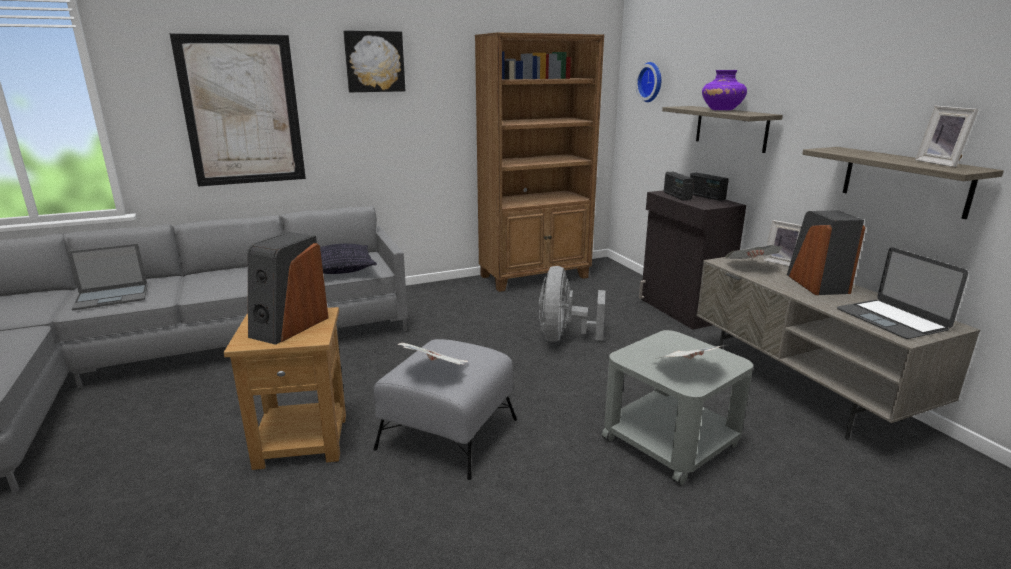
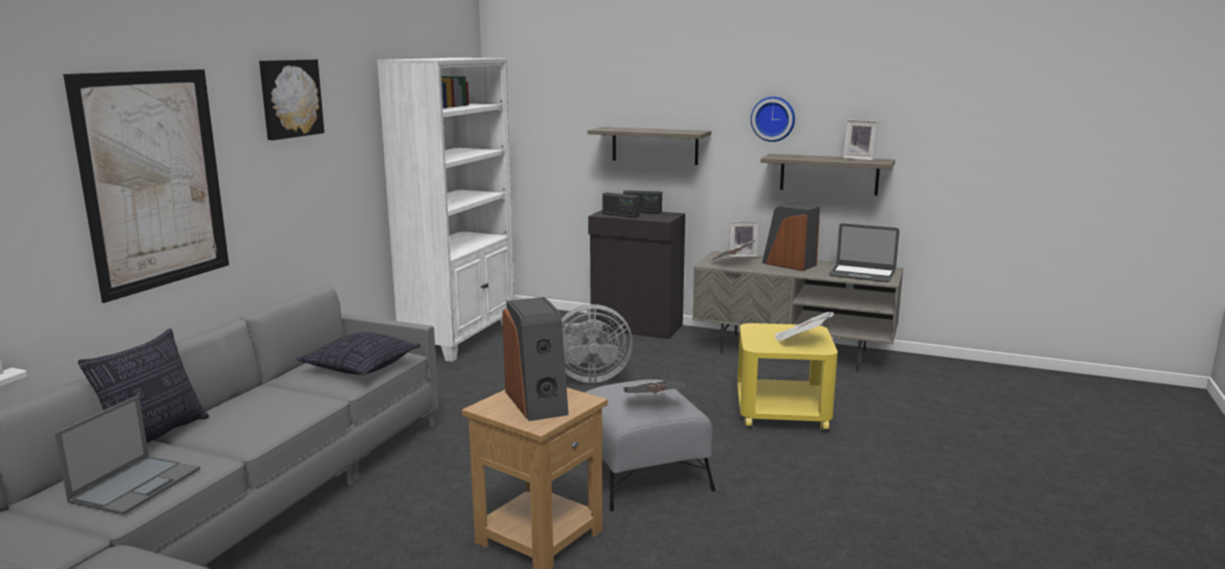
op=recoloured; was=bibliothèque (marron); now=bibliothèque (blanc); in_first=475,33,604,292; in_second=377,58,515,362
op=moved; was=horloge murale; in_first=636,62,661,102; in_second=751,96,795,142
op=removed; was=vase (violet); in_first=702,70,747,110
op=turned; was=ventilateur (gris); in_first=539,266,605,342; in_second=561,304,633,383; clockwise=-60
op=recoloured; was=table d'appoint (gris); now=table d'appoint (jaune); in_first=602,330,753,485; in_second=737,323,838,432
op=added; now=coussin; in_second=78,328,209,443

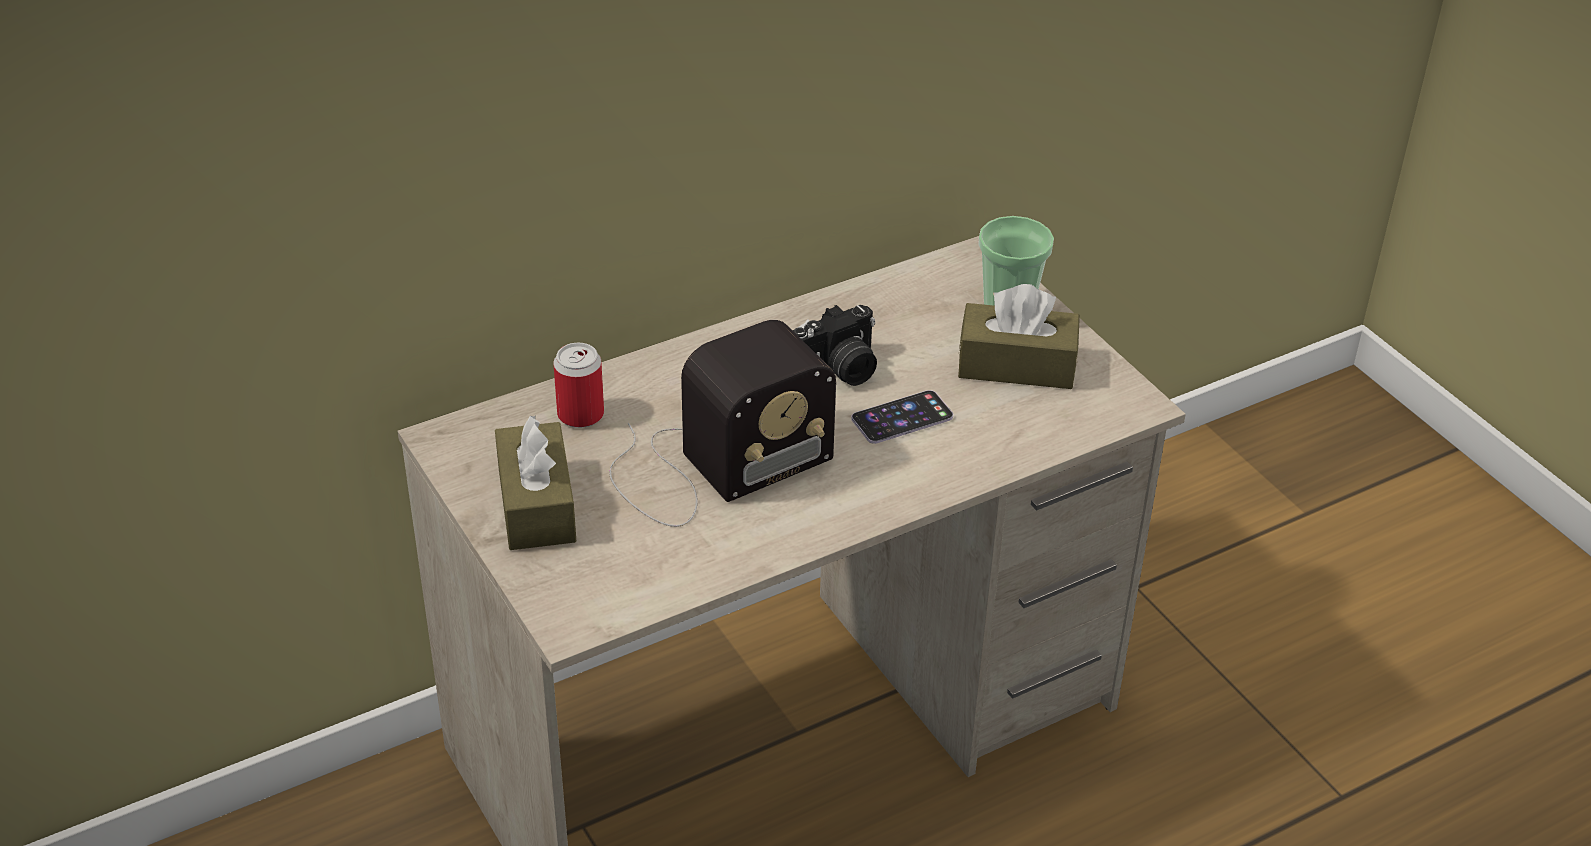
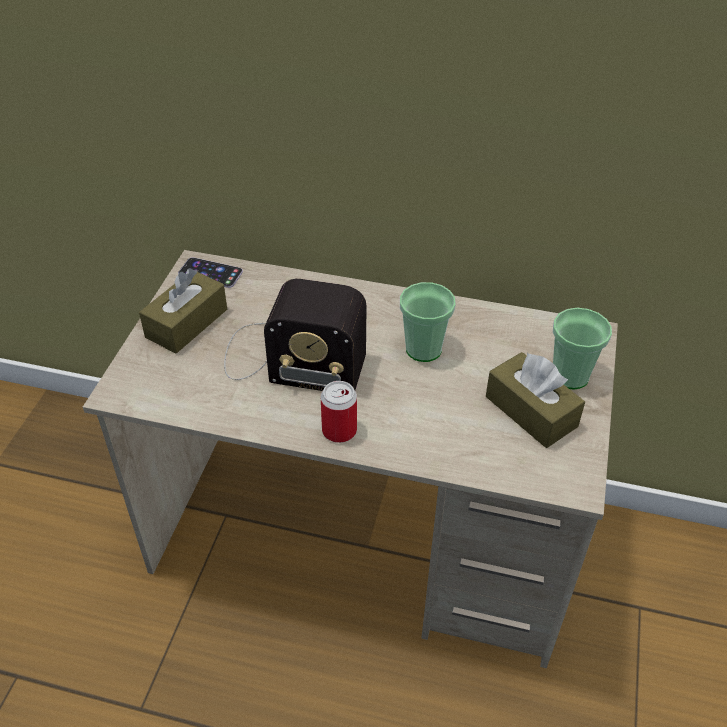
op=replaced; was=appareil photo; now=tasse; in_first=793,305,877,386; in_second=400,282,456,362
op=moved; was=boîte métallique; in_first=554,343,604,428; in_second=321,381,357,443
op=moved; was=téléphone; in_first=851,390,953,444; in_second=178,257,243,288

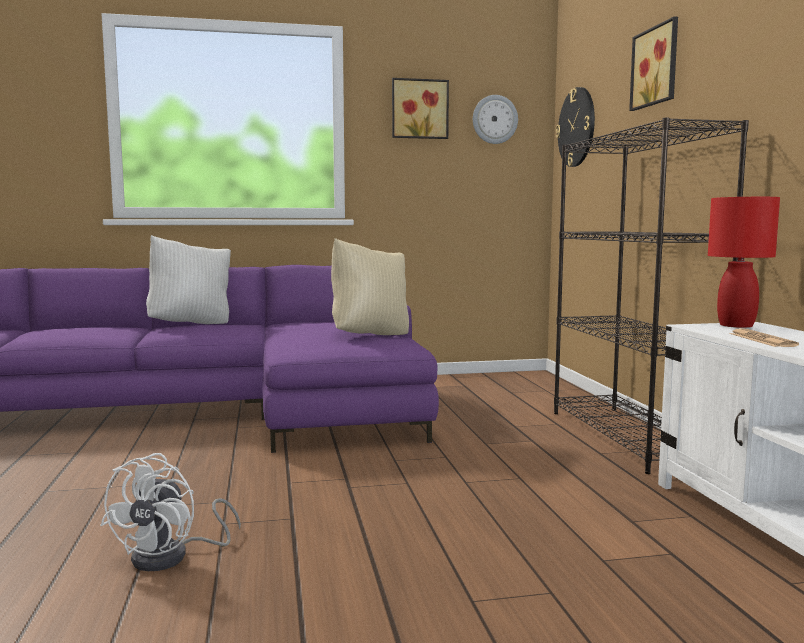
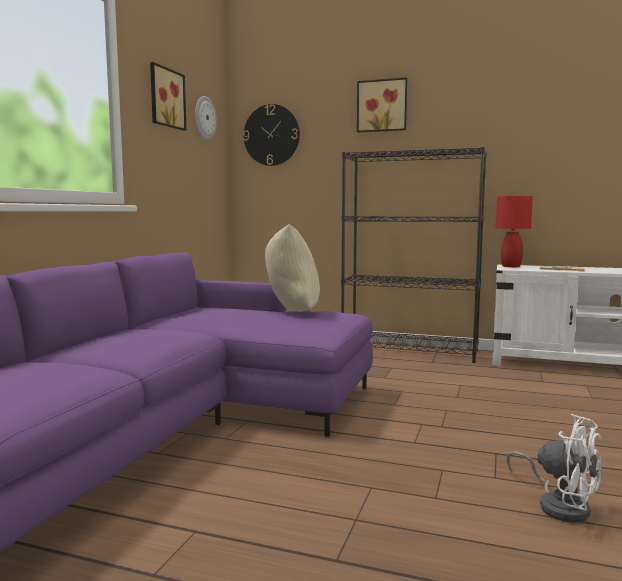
op=removed; was=coussin (blanc); in_first=146,235,231,324

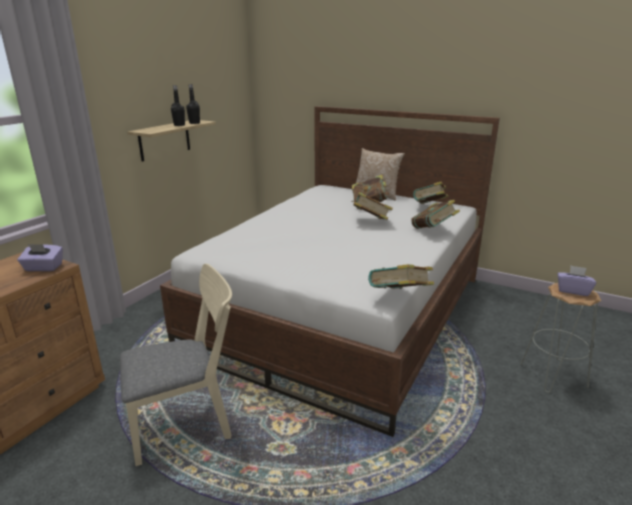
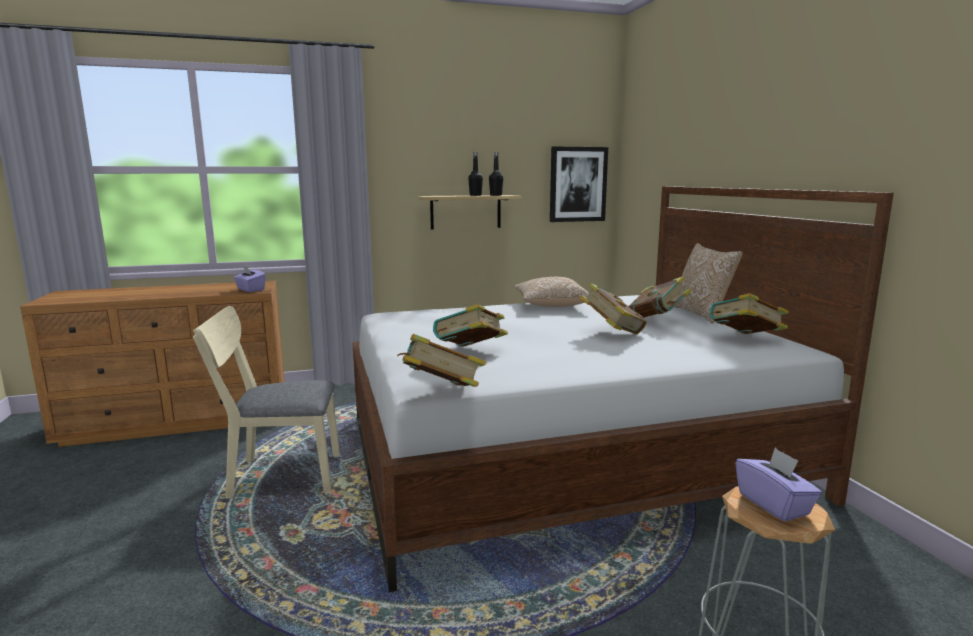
op=moved; was=livre; in_first=411,200,460,229; in_second=433,304,508,347
op=turned; was=chaise (beige); in_first=120,264,232,466; in_second=193,306,340,499; clockwise=150
op=added; now=tableau; in_second=550,146,608,222
op=added; now=coussin; in_second=514,277,590,307

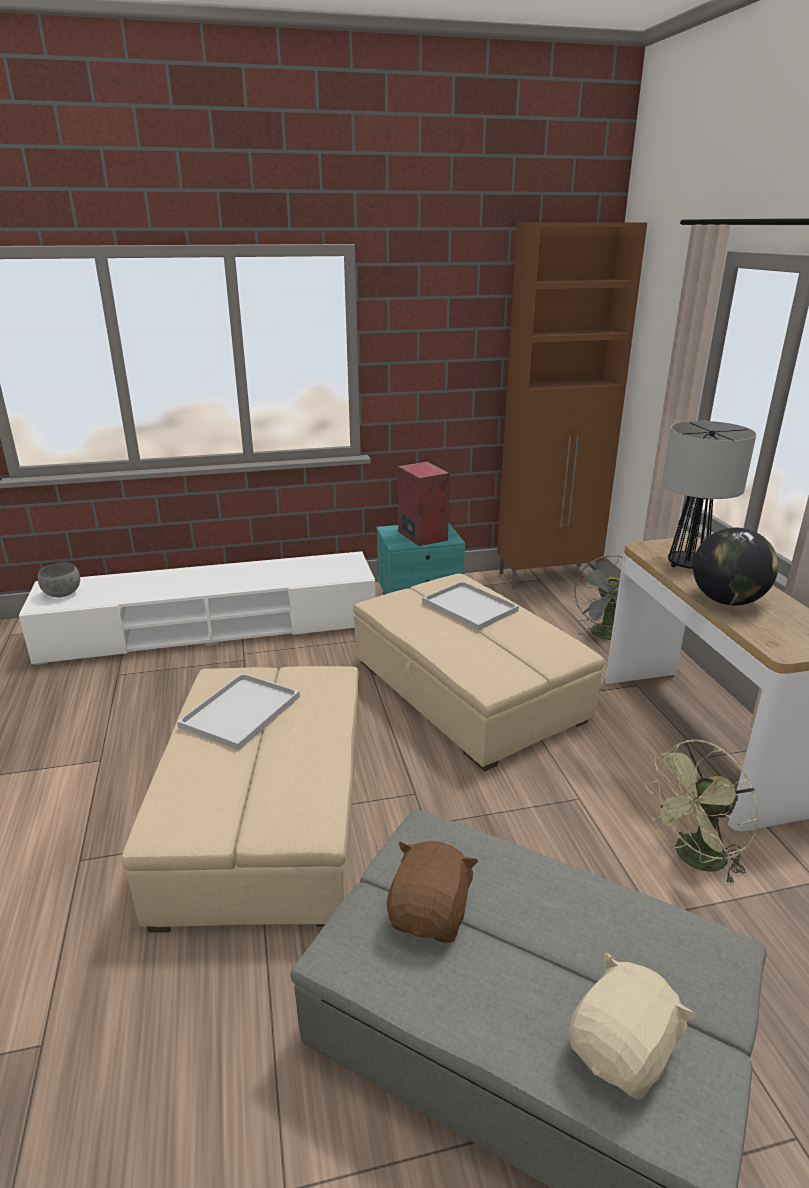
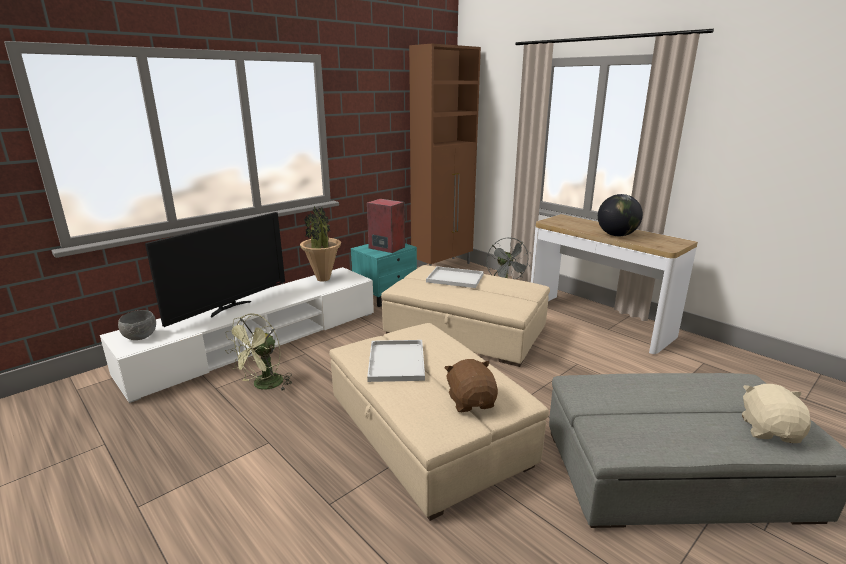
op=removed; was=lampe de table; in_first=662,421,757,569
op=moved; was=ventilateur (vert); in_first=645,739,758,885; in_second=225,313,292,390
op=moved; was=peluche (marron); in_first=387,841,478,943; in_second=444,359,498,412
op=added; now=plante en pot; in_second=300,206,341,282
op=added; now=téléviseur; in_second=145,212,285,327

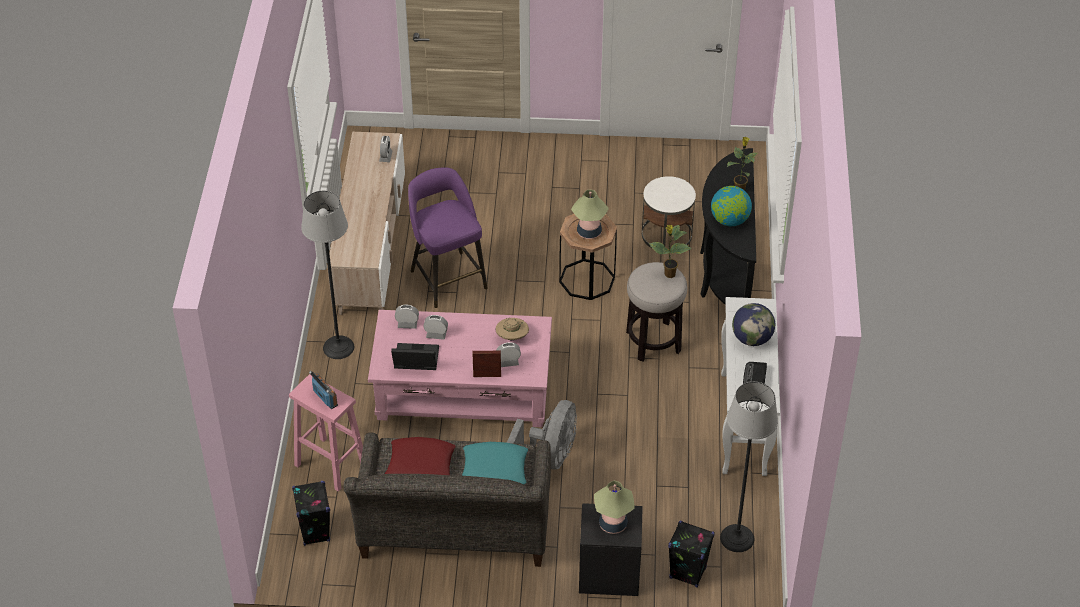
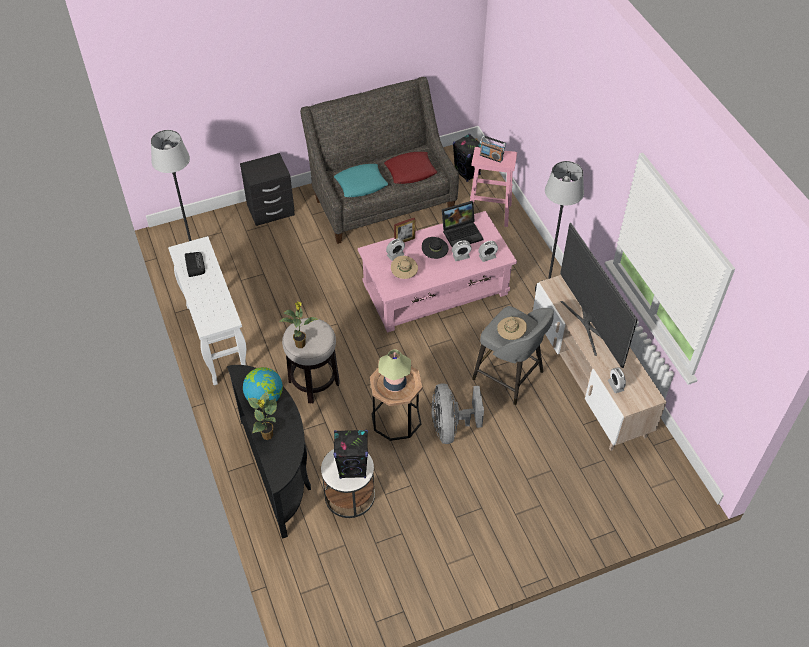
op=recoloured; was=tabouret (violet); now=tabouret (gris); in_first=408,168,488,308; in_second=472,306,554,405
op=removed; was=globe; in_first=732,303,775,346
op=moved; was=ventilateur (gris); in_first=507,400,577,470; in_second=432,383,484,444
op=removed; was=lampe de table; in_first=594,481,634,534
op=moved; was=enceinte (noir); in_first=668,521,715,588; in_second=334,430,368,479
op=added; now=téléviseur; in_second=560,223,638,368
op=added; now=chapeau (noir); in_second=422,237,448,259
op=added; now=chapeau (beige); in_second=497,317,527,340

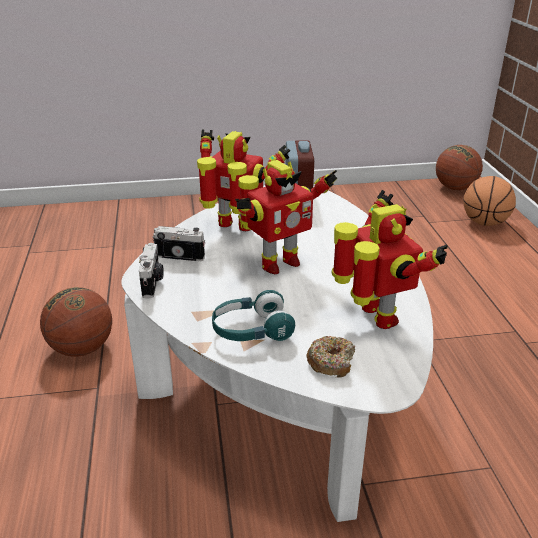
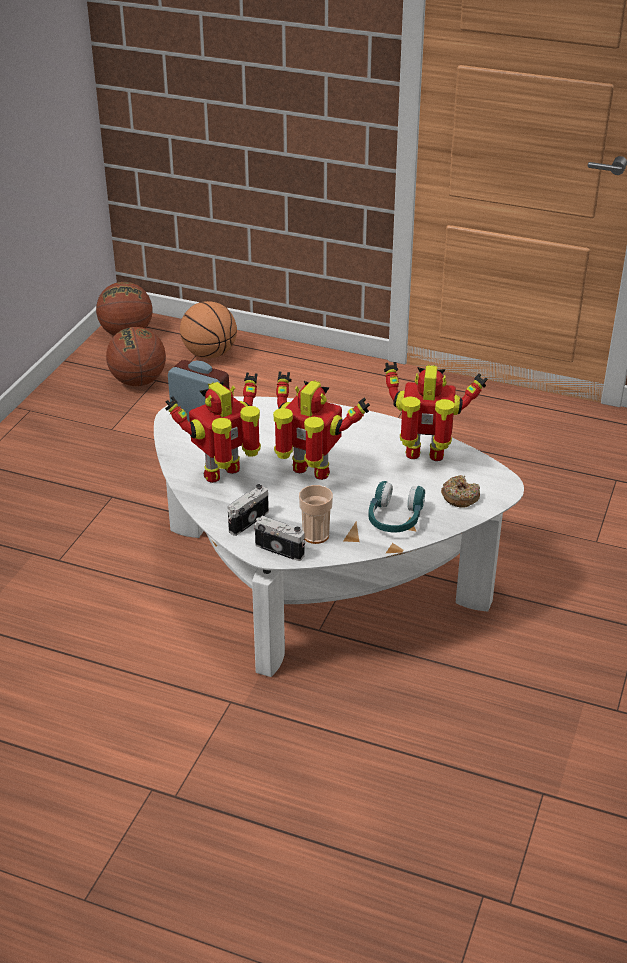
op=turned; was=robot jouet; in_first=235,160,338,274; in_second=273,371,370,480; clockwise=-60
op=moved; was=ballon de basket; in_first=40,287,112,357; in_second=106,327,166,386
op=added; now=tasse; in_second=299,485,333,544

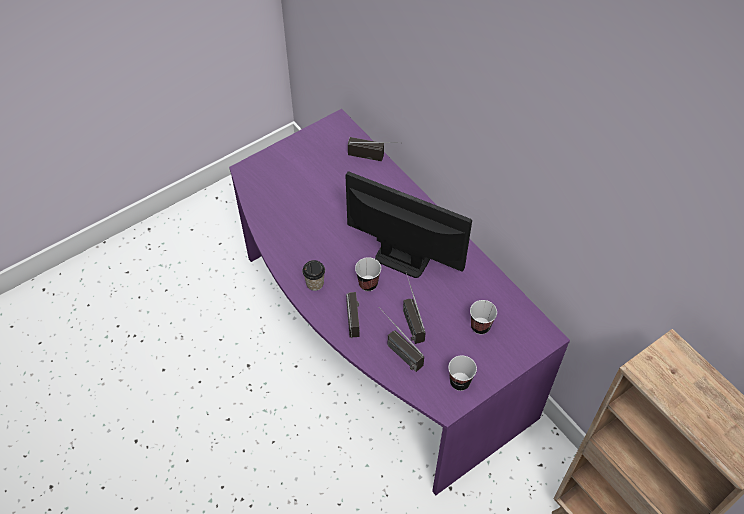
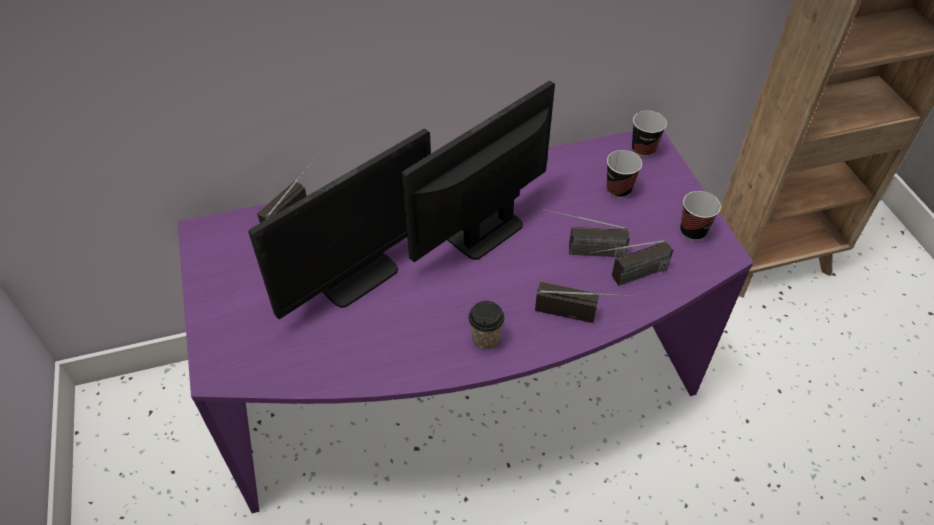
op=moved; was=tasse; in_first=355,257,381,291; in_second=632,111,667,157
op=added; now=écran d'ordinateur; in_second=249,129,431,319

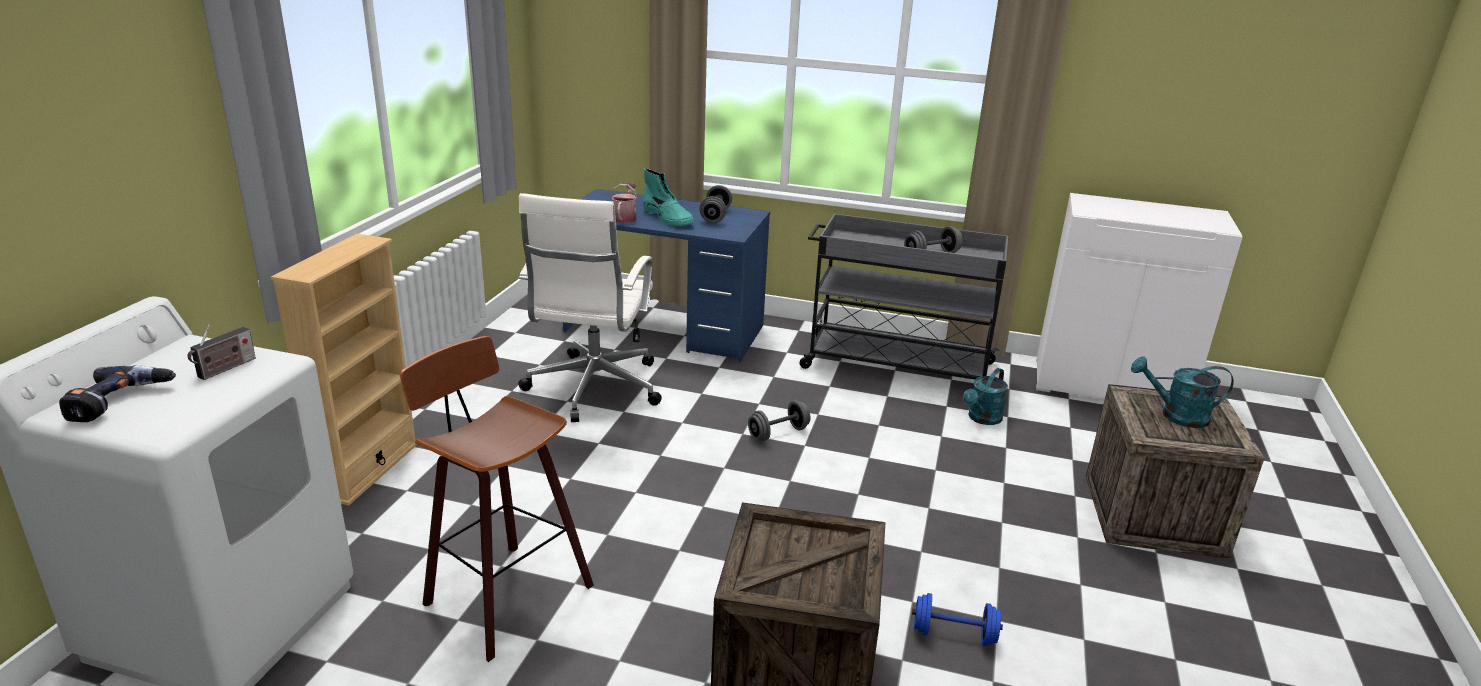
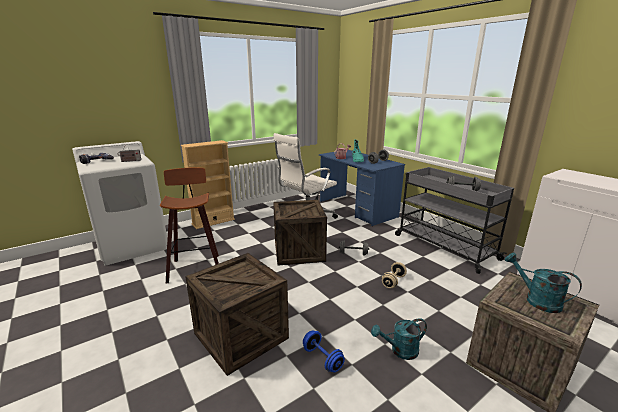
op=moved; was=arrosoir (turquoise); in_first=963,368,1008,425; in_second=371,318,427,360
op=added; now=caisse; in_second=273,200,327,265
op=added; now=haltère (beige); in_second=382,262,407,288

